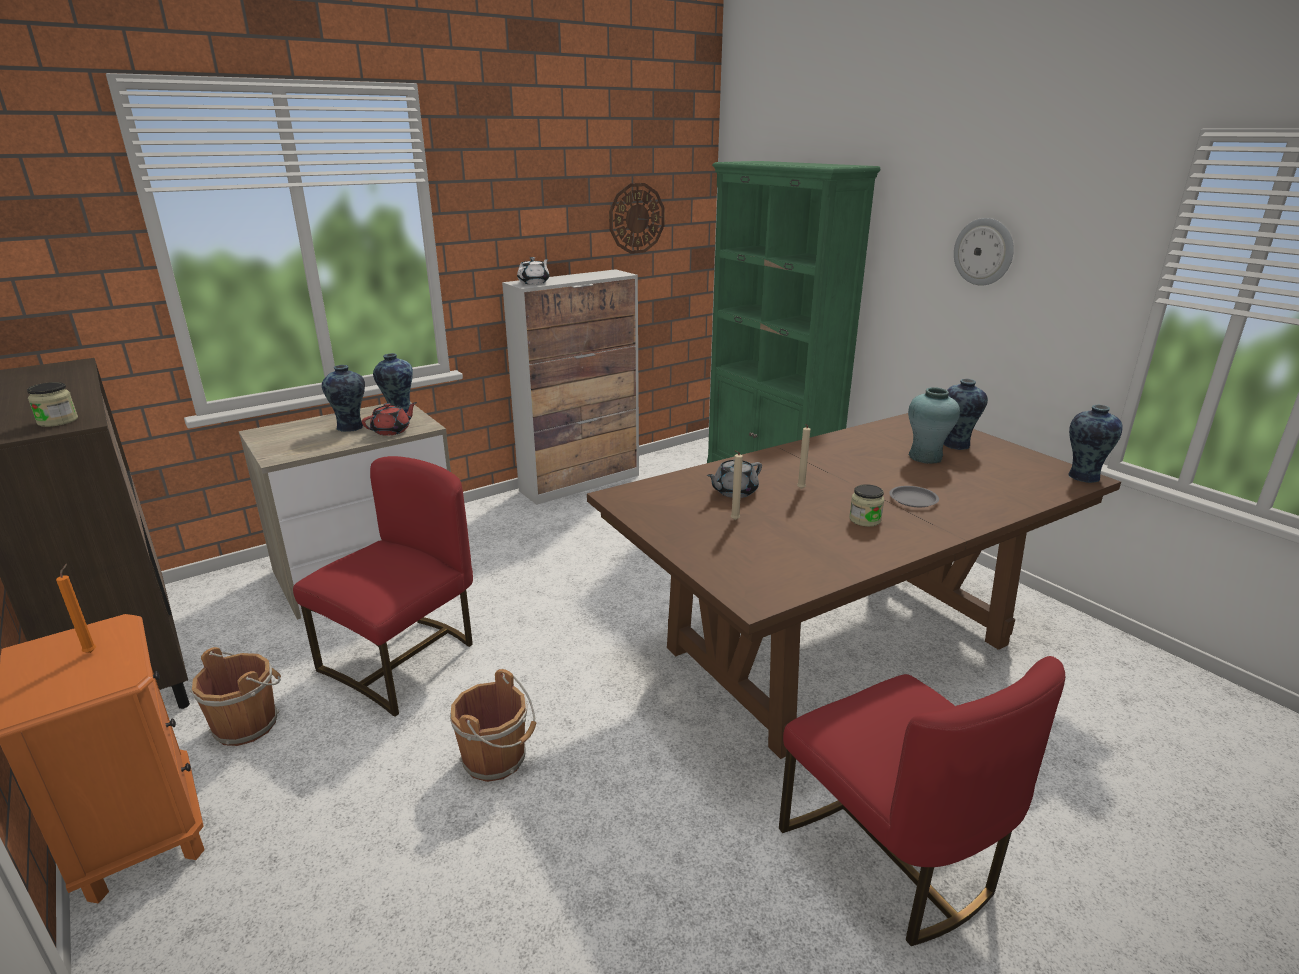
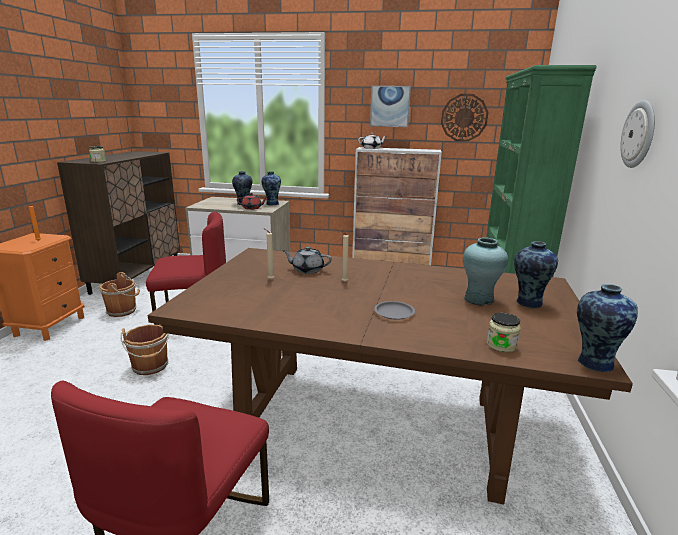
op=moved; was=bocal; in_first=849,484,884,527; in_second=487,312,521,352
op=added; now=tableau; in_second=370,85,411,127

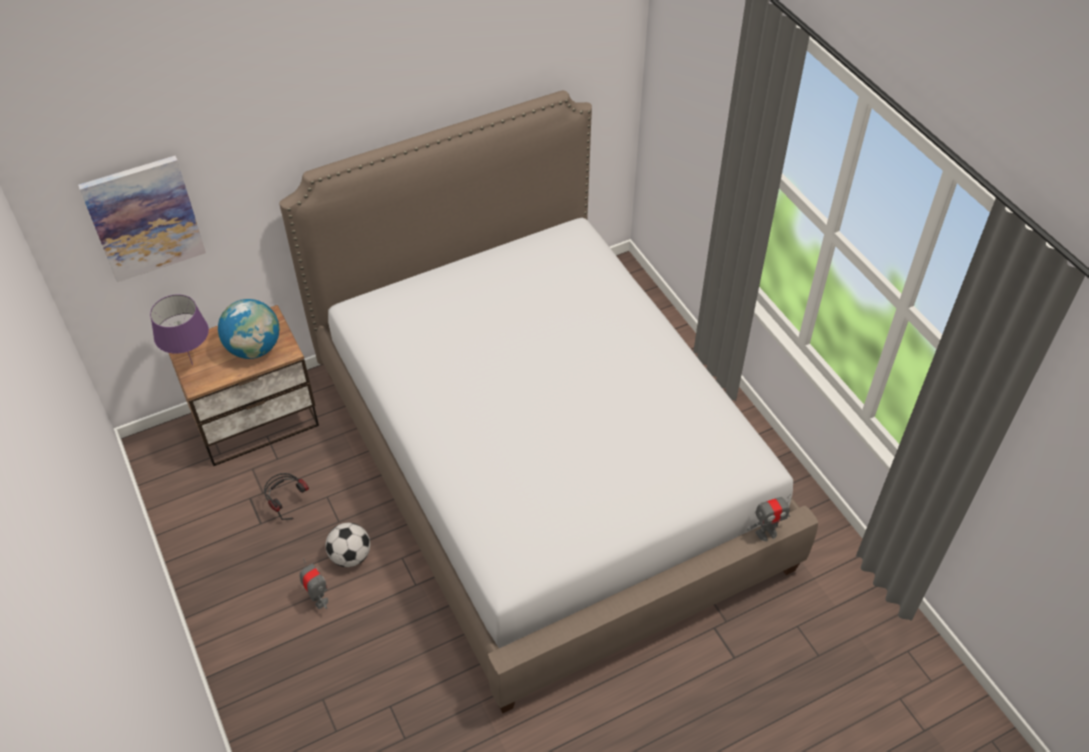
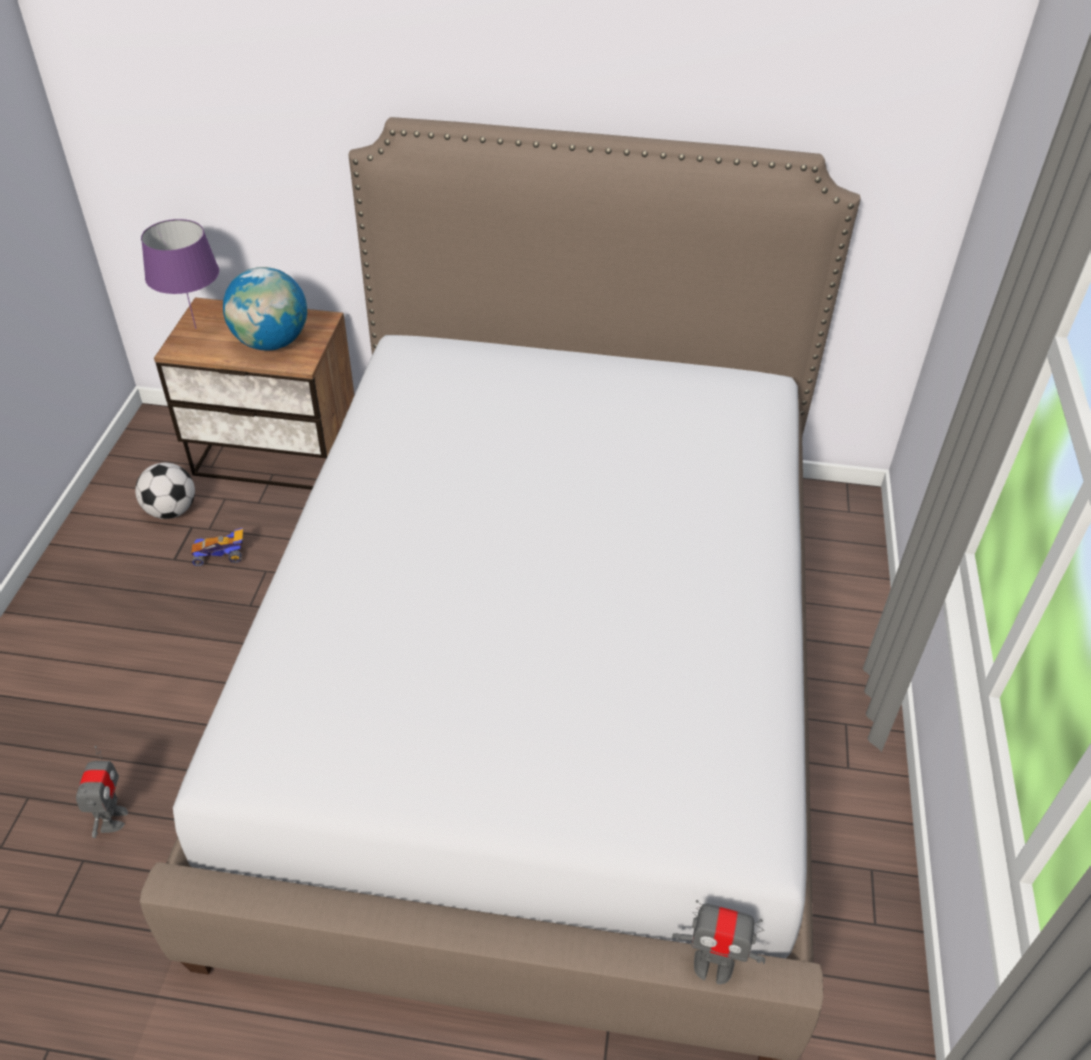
op=removed; was=tableau; in_first=78,156,206,282
op=replaced; was=casque audio; now=petite voiture; in_first=264,473,309,520; in_second=191,528,243,566
op=moved; was=ballon de foot; in_first=326,523,370,567; in_second=135,463,195,519
op=moved; was=robot jouet; in_first=300,558,328,609; in_second=76,746,128,838

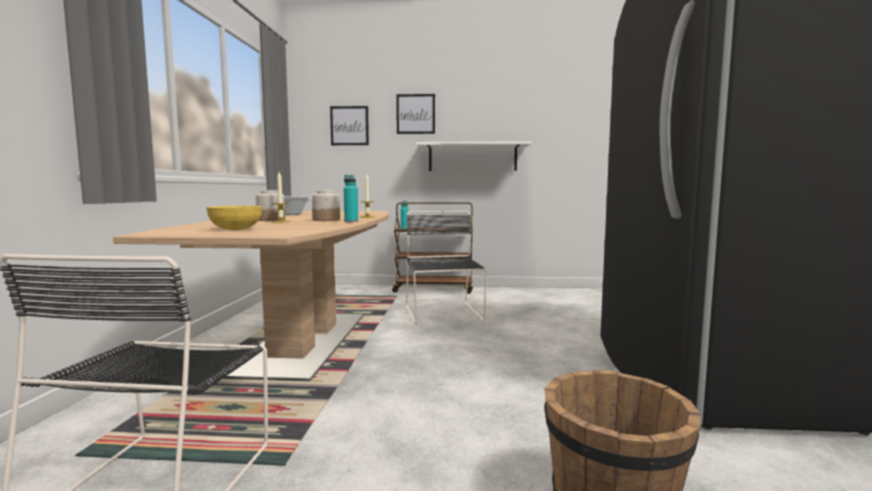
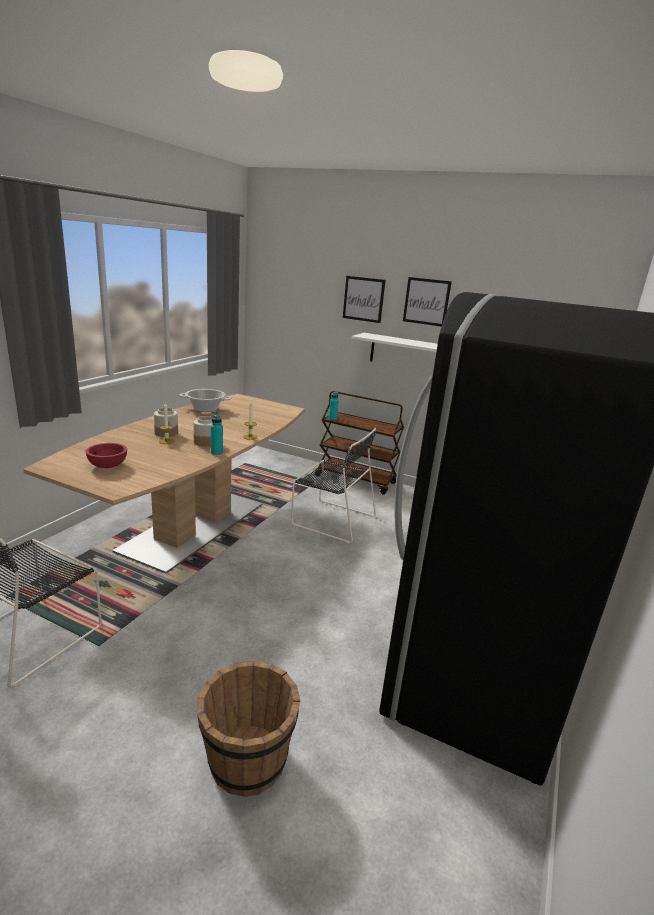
op=moved; was=tableau; in_first=330,106,369,145; in_second=403,277,452,327
op=recoloured; was=bol (jaune); now=bol (rouge); in_first=206,206,262,231; in_second=86,443,127,468
op=turned; was=chaise (noir); in_first=406,211,487,325; in_second=291,428,376,543; clockwise=105

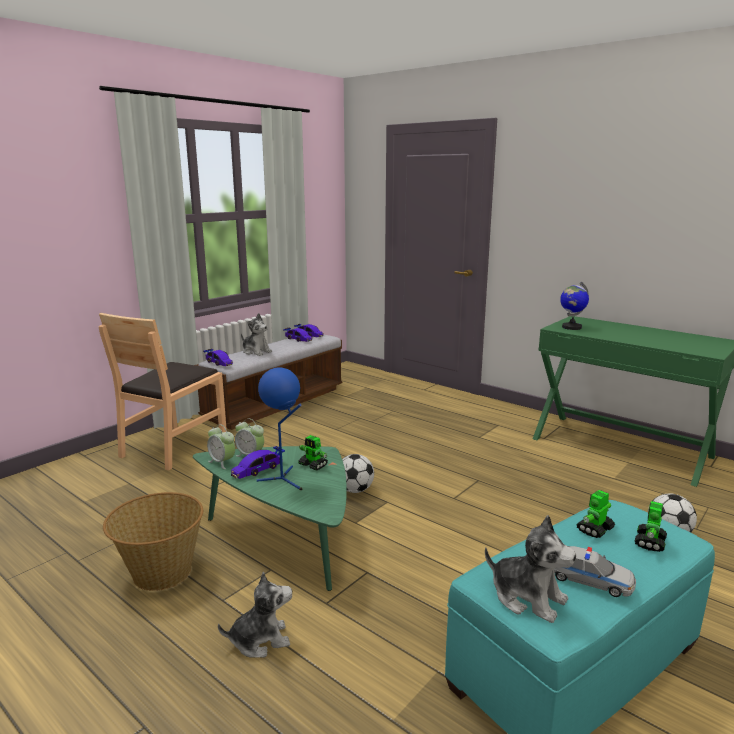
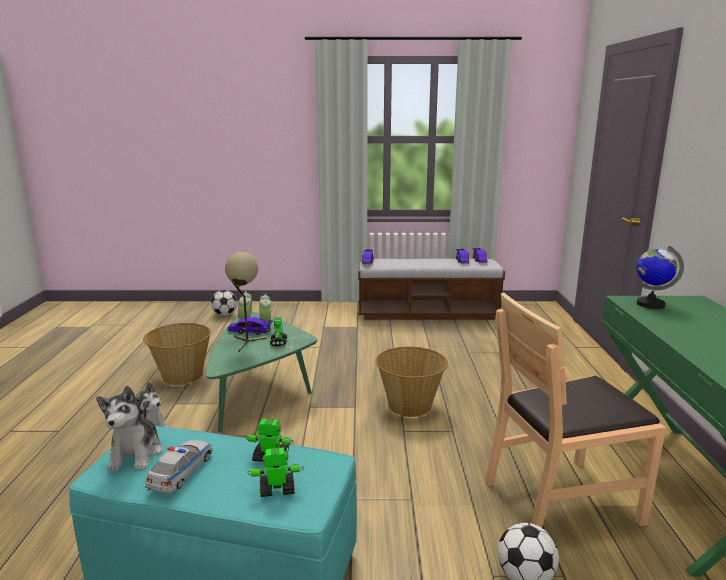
op=moved; was=chaise (marron); in_first=99,313,227,470; in_second=485,292,666,528
op=removed; was=peluche; in_first=241,313,272,356
op=recoloured; was=lampe de table (bleu); now=lampe de table (beige); in_first=257,368,302,490; in_second=225,252,267,352
op=moved; was=ballon de foot; in_first=342,454,374,493; in_second=211,290,237,316
op=turned; was=petite voiture; in_first=554,546,636,597; in_second=145,440,213,493; clockwise=-150
op=added; now=panier; in_second=375,346,448,417

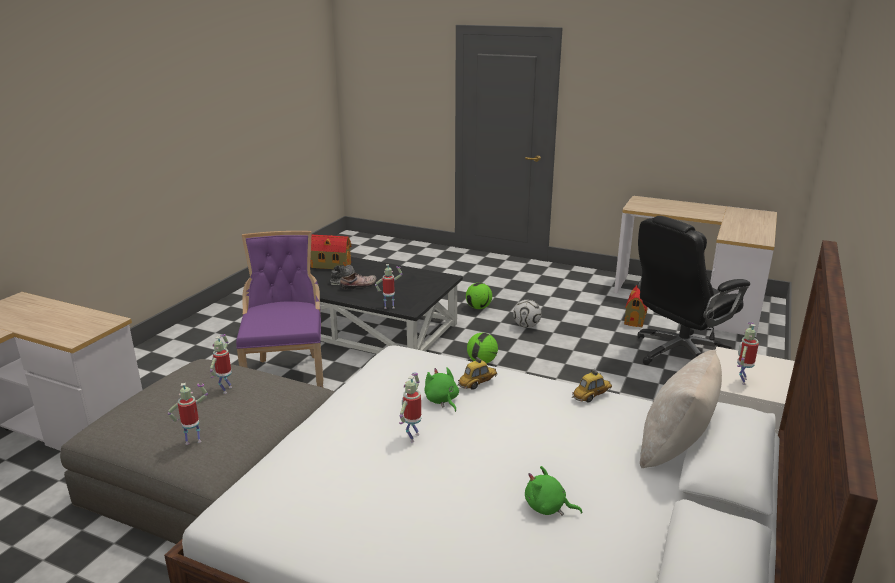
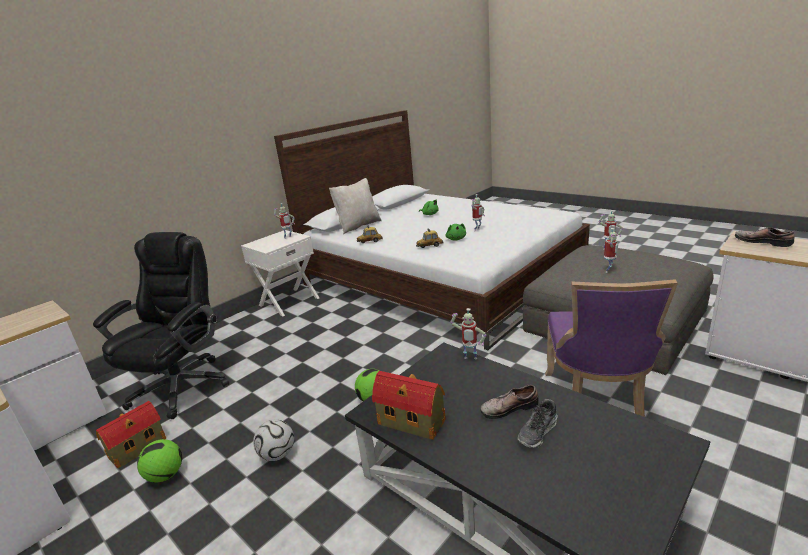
op=turned; was=chaise de bureau (noir); in_first=637,216,750,365; in_second=93,232,229,419; clockwise=-60
op=moved; was=maison miniature; in_first=311,235,351,269; in_second=372,371,445,440
op=moved; was=ballon de foot; in_first=466,283,492,309; in_second=137,439,182,483
op=added; now=chaussure; in_second=735,227,795,247

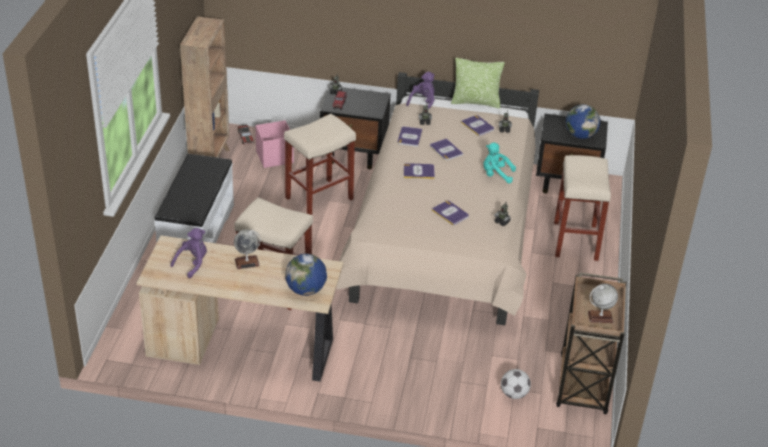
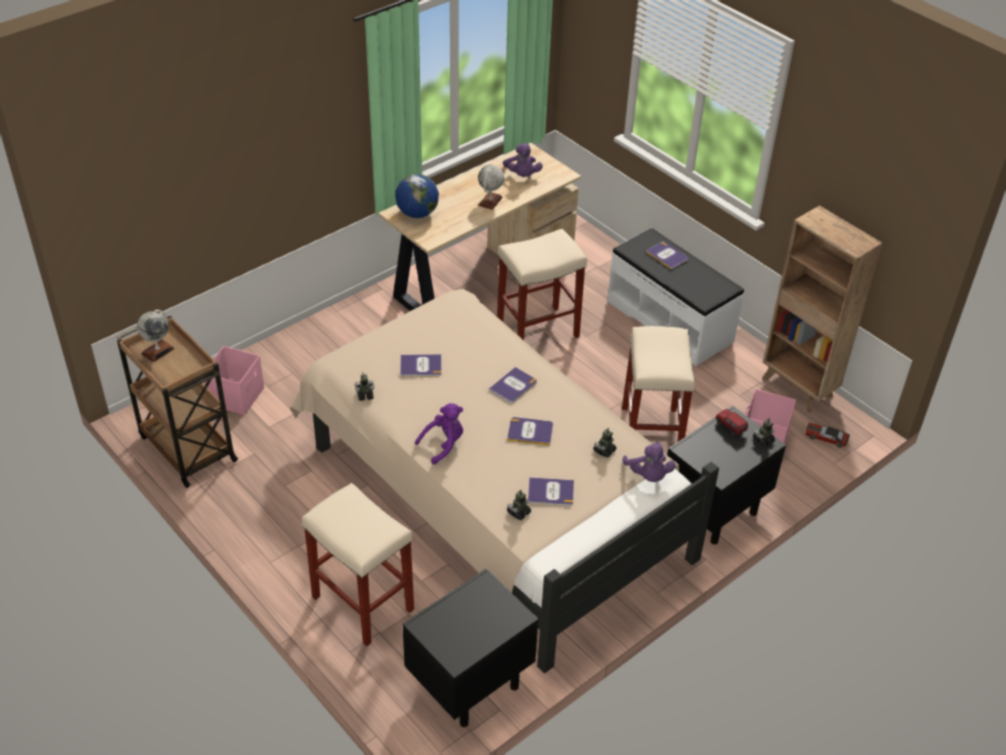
op=removed; was=coussin; in_first=451,58,505,108
op=removed; was=globe; in_first=566,104,600,139
op=moved; was=livre; in_first=398,126,423,147; in_second=646,242,688,270
op=recoloured; was=peluche (turquoise); now=peluche (violet); in_first=483,143,516,183; in_second=415,403,463,464
op=replaced; was=ballon de foot; now=boîte de rangement (rose); in_first=501,369,531,399; in_second=204,346,264,415

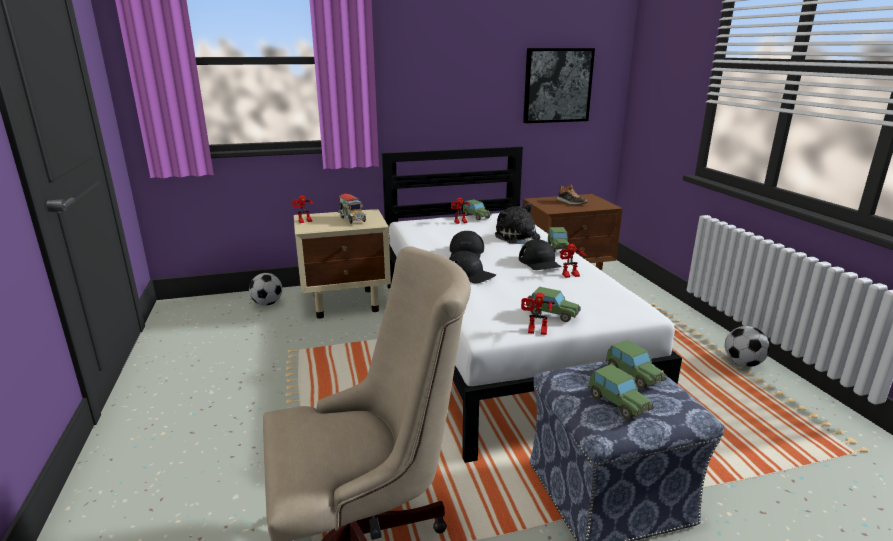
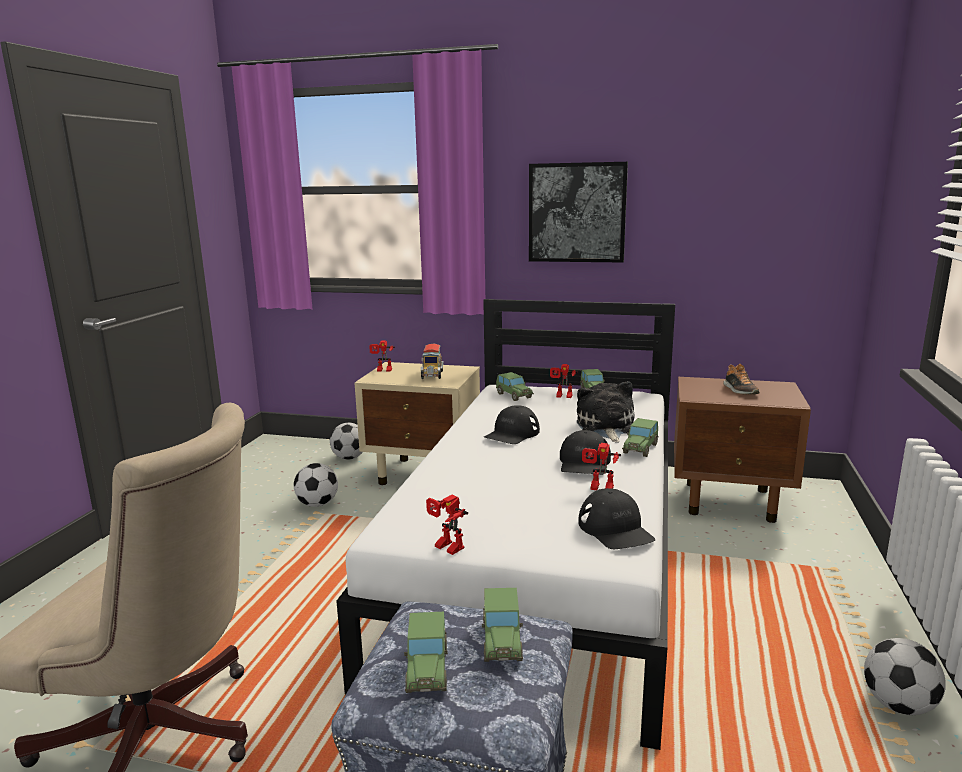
op=moved; was=tableau; in_first=523,48,595,123; in_second=529,162,628,263
op=moved; was=casquette (noir); in_first=449,251,496,284; in_second=578,488,656,549
op=moved; was=petite voiture; in_first=528,287,581,322; in_second=496,372,534,401
op=added; now=ballon de foot; in_second=294,463,338,507

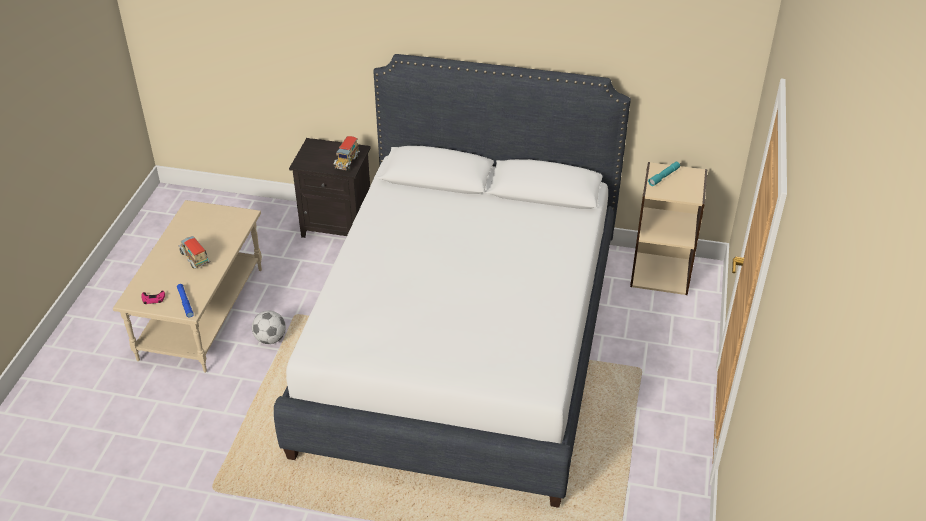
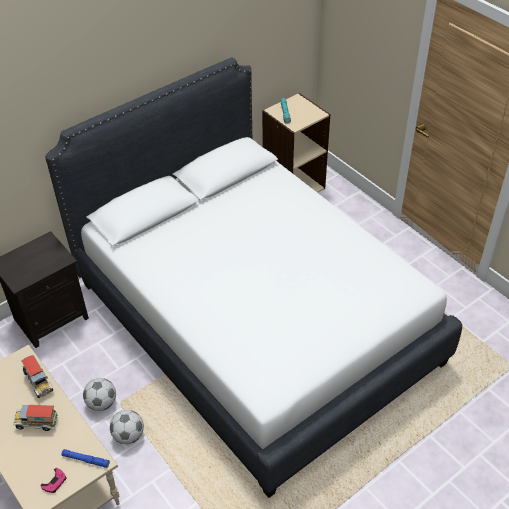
op=moved; was=camion jouet; in_first=334,136,360,171; in_second=22,355,53,398
op=added; now=ballon de foot; in_second=83,378,116,411

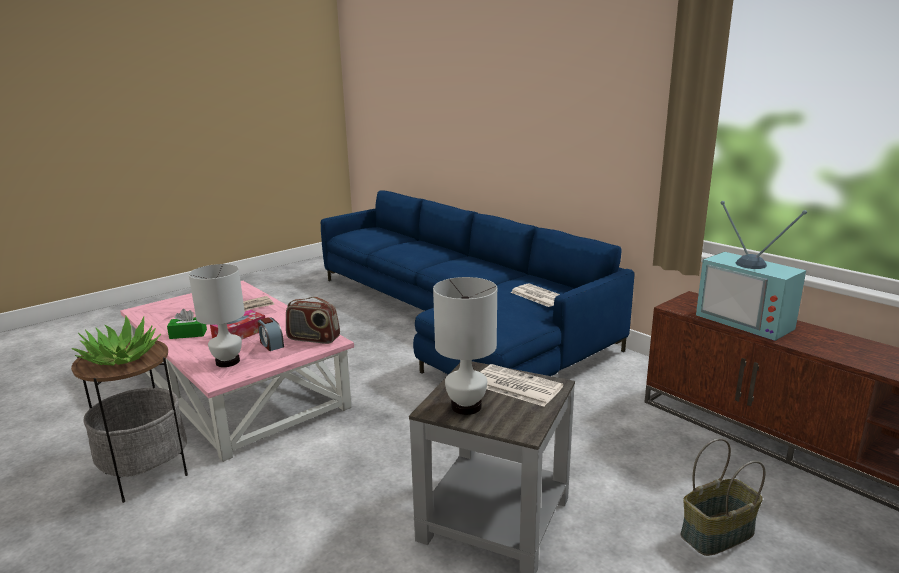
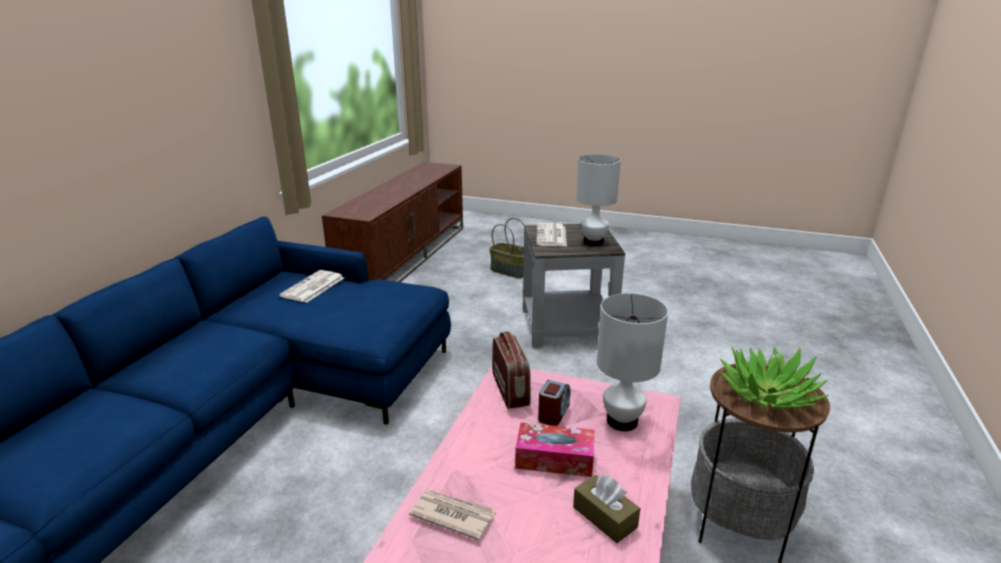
op=removed; was=téléviseur; in_first=696,201,807,341
op=recoloured; was=boîte à mouchoirs (vert); now=boîte à mouchoirs (marron); in_first=167,309,207,339; in_second=573,475,640,543

